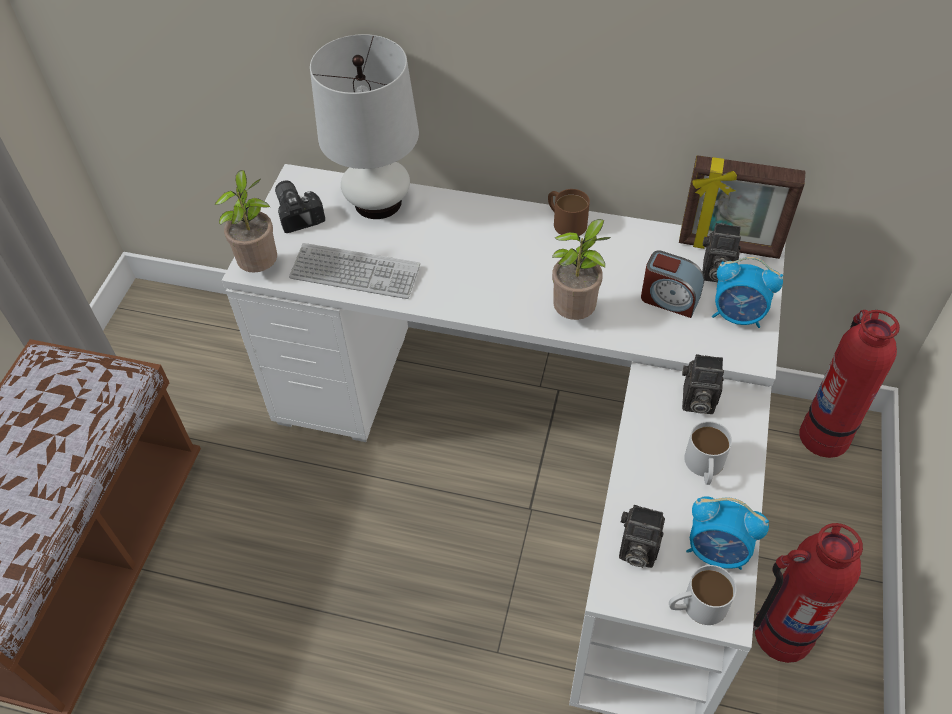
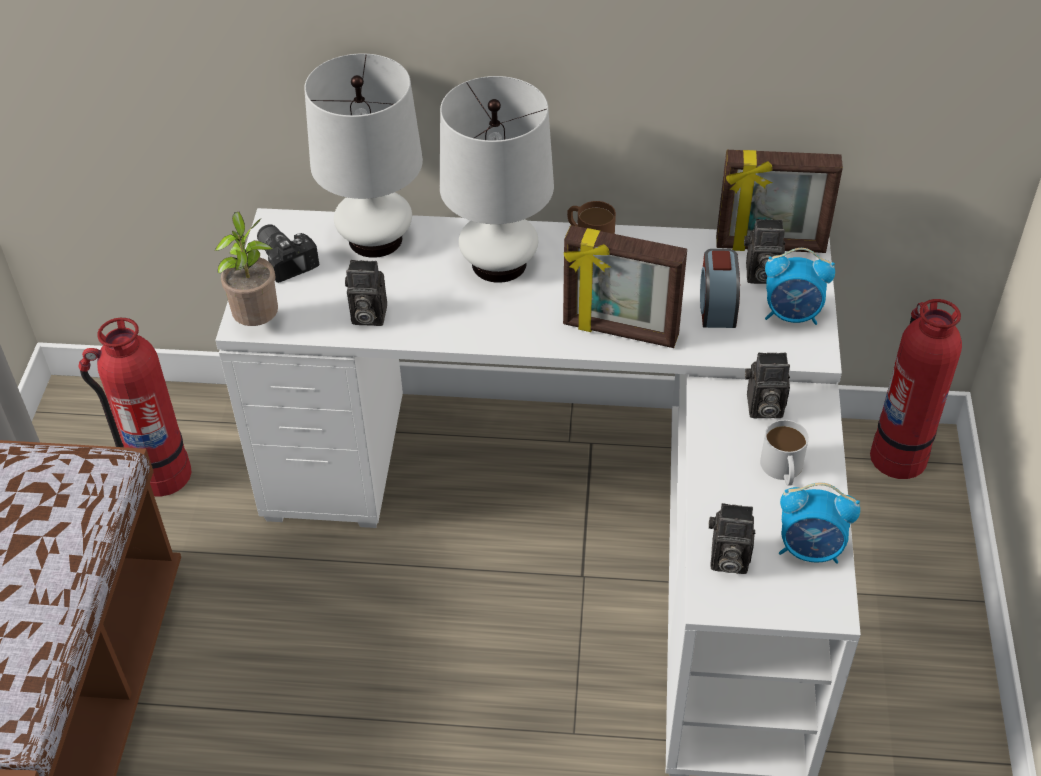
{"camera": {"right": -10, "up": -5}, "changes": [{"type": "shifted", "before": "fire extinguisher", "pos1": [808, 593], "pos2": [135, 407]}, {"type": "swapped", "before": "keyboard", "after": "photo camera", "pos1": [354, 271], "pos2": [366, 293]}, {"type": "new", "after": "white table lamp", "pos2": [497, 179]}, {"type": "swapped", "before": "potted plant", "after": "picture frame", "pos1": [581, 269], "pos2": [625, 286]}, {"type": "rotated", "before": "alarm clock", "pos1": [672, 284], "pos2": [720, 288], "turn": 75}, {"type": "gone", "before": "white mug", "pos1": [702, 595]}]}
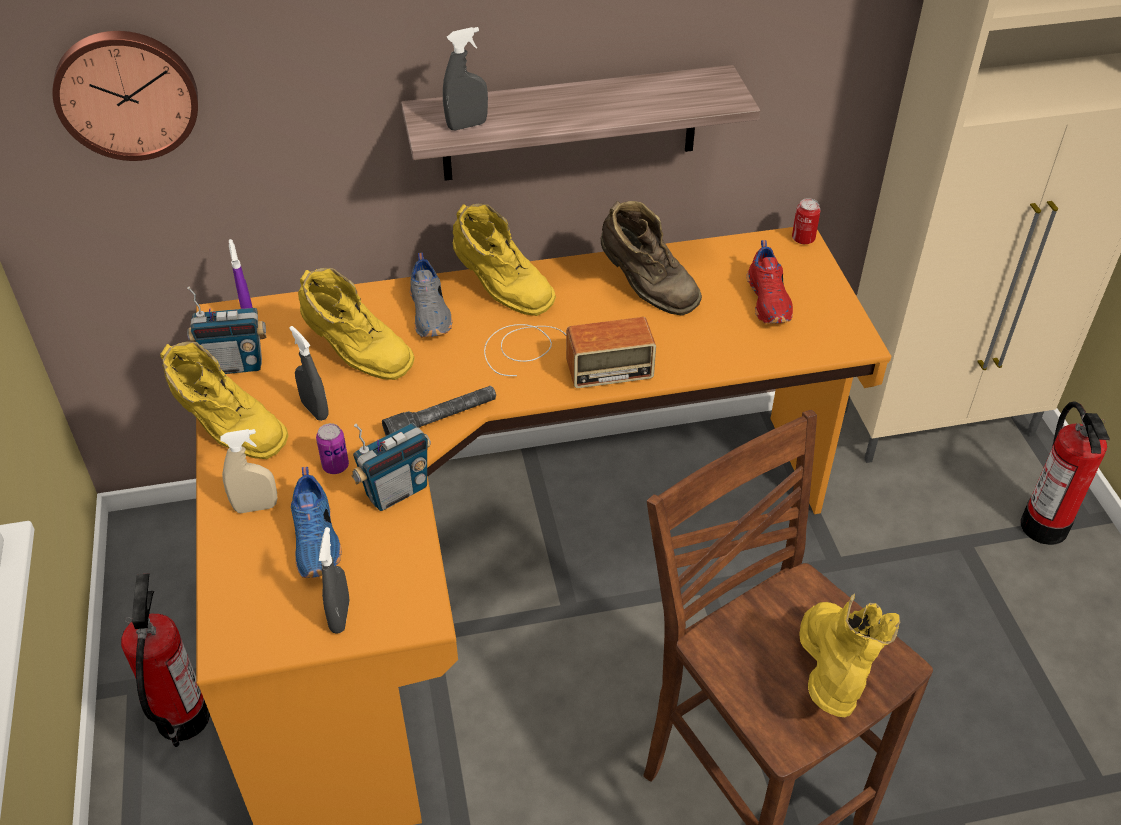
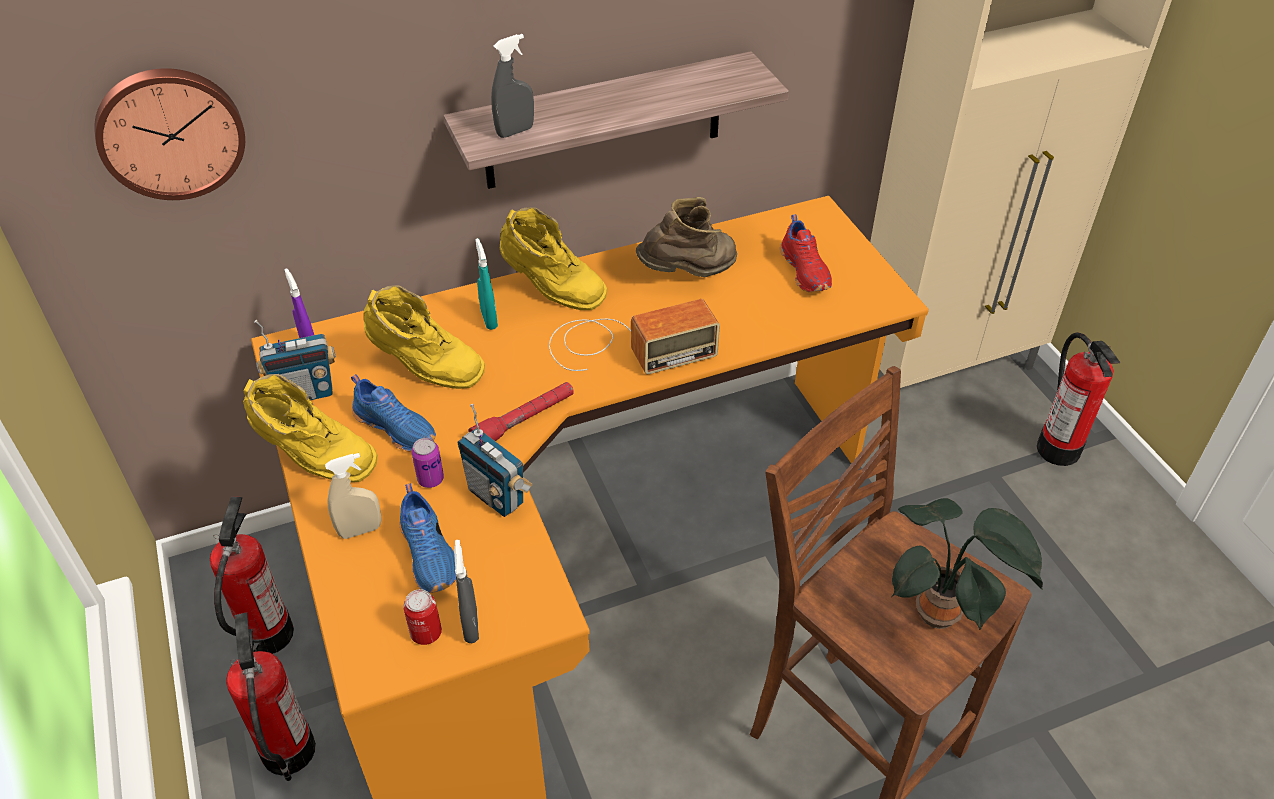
{"camera": {"right": -10, "up": 0}, "changes": [{"type": "new", "after": "fire extinguisher", "pos2": [252, 575]}, {"type": "swapped", "before": "grey spray bottle", "after": "blue shoe", "pos1": [309, 373], "pos2": [393, 413]}, {"type": "shifted", "before": "can", "pos1": [806, 221], "pos2": [422, 617]}, {"type": "rotated", "before": "radio", "pos1": [391, 467], "pos2": [495, 460], "turn": 90}, {"type": "repainted", "before": "grey flashlight", "after": "red flashlight", "pos1": [439, 411], "pos2": [521, 411]}, {"type": "swapped", "before": "grey shoe", "after": "turquoise spray bottle", "pos1": [431, 295], "pos2": [486, 284]}, {"type": "rotated", "before": "brown boot", "pos1": [651, 258], "pos2": [686, 237], "turn": -60}, {"type": "swapped", "before": "yellow boot", "after": "potted plant", "pos1": [849, 655], "pos2": [967, 564]}]}
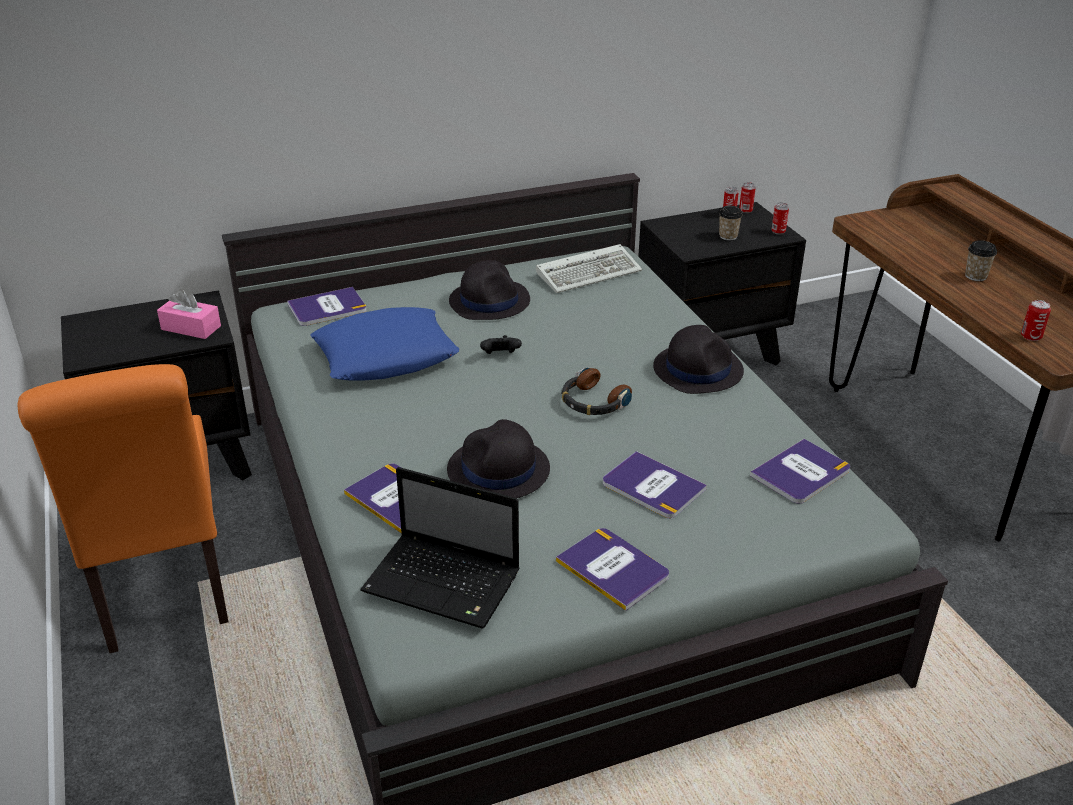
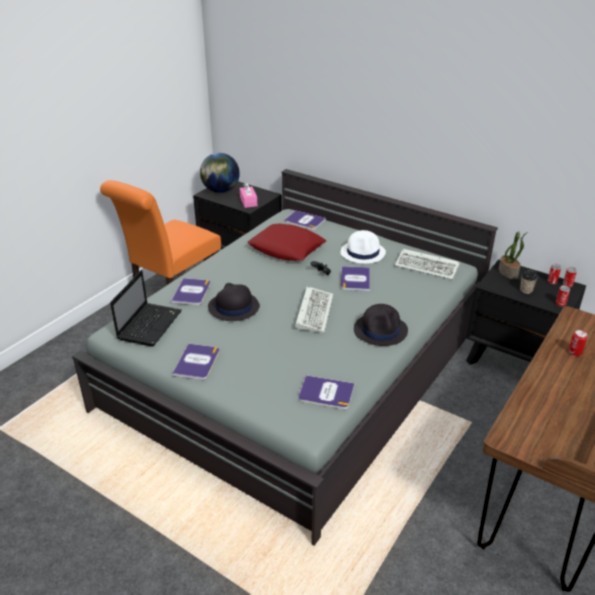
{"camera": {"right": 55, "up": 0}, "changes": [{"type": "rotated", "before": "laptop", "pos1": [440, 548], "pos2": [146, 308], "turn": -150}, {"type": "new", "after": "globe", "pos2": [220, 173]}, {"type": "repainted", "before": "blue pillow", "after": "red pillow", "pos1": [385, 344], "pos2": [286, 242]}, {"type": "swapped", "before": "headphones", "after": "keyboard", "pos1": [597, 391], "pos2": [314, 309]}, {"type": "repainted", "before": "black hat", "after": "white hat", "pos1": [489, 290], "pos2": [363, 247]}, {"type": "shifted", "before": "book", "pos1": [655, 484], "pos2": [355, 278]}, {"type": "new", "after": "potted plant", "pos2": [513, 255]}, {"type": "shifted", "before": "can", "pos1": [1036, 320], "pos2": [578, 343]}, {"type": "gone", "before": "cup", "pos1": [981, 260]}]}
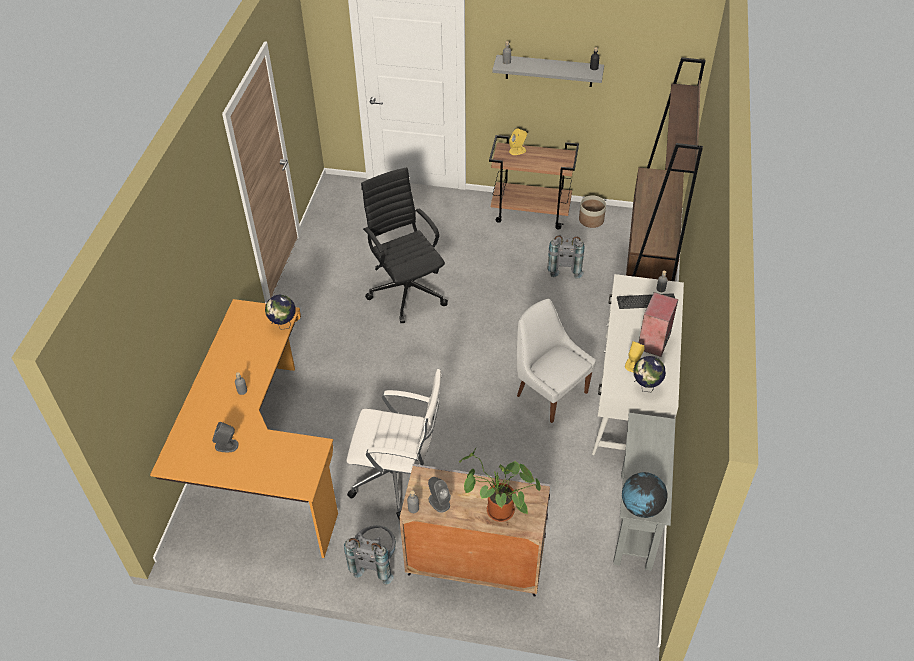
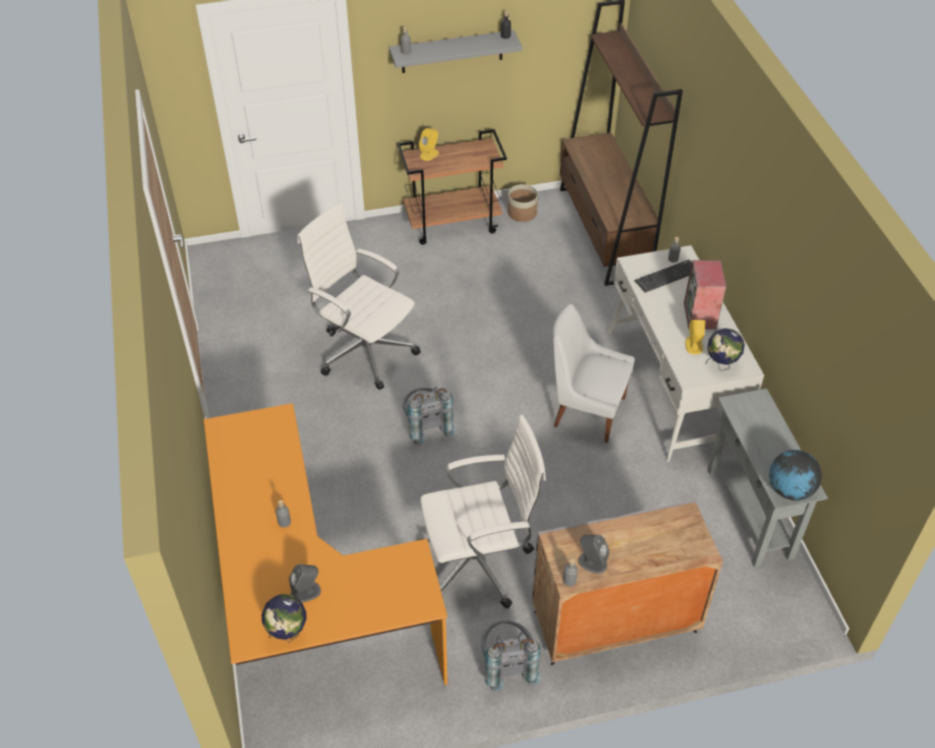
{"camera": {"right": -25, "up": 0}, "changes": [{"type": "shifted", "before": "globe", "pos1": [280, 312], "pos2": [284, 618]}, {"type": "repainted", "before": "black office chair", "after": "white office chair", "pos1": [404, 245], "pos2": [359, 296]}, {"type": "shifted", "before": "grey backpack", "pos1": [566, 257], "pos2": [429, 415]}, {"type": "gone", "before": "potted plant", "pos1": [500, 484]}]}
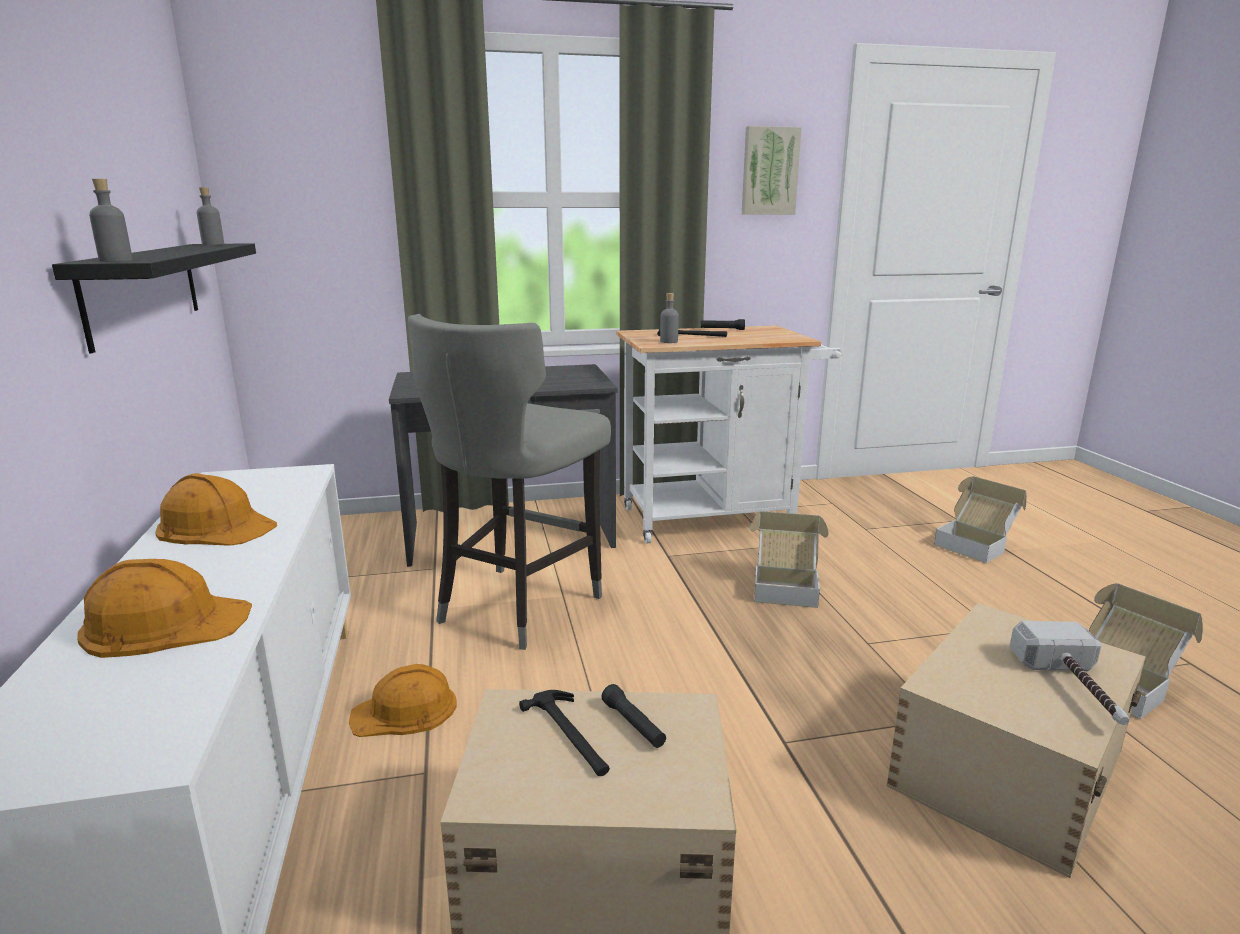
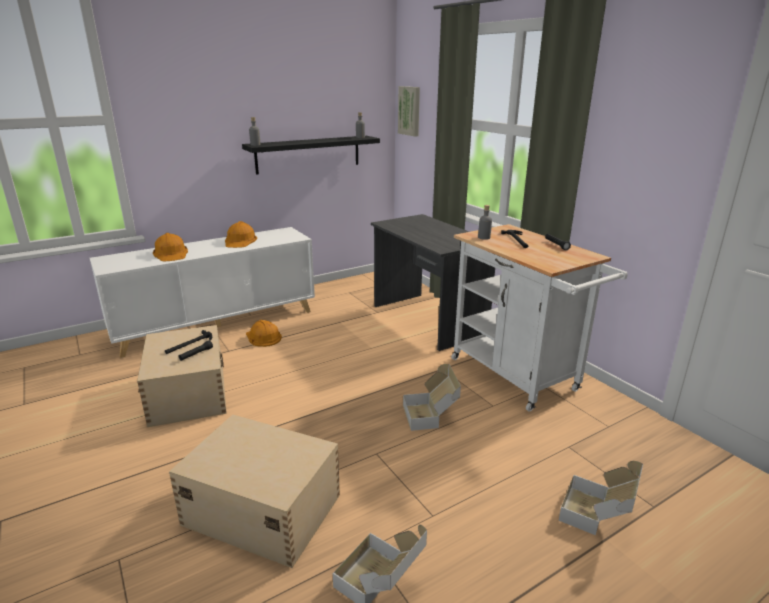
{"camera": {"right": 70, "up": 5}, "changes": [{"type": "shifted", "before": "picture", "pos1": [772, 170], "pos2": [409, 111]}, {"type": "gone", "before": "grey stool", "pos1": [509, 482]}, {"type": "gone", "before": "hammer", "pos1": [1069, 673]}]}
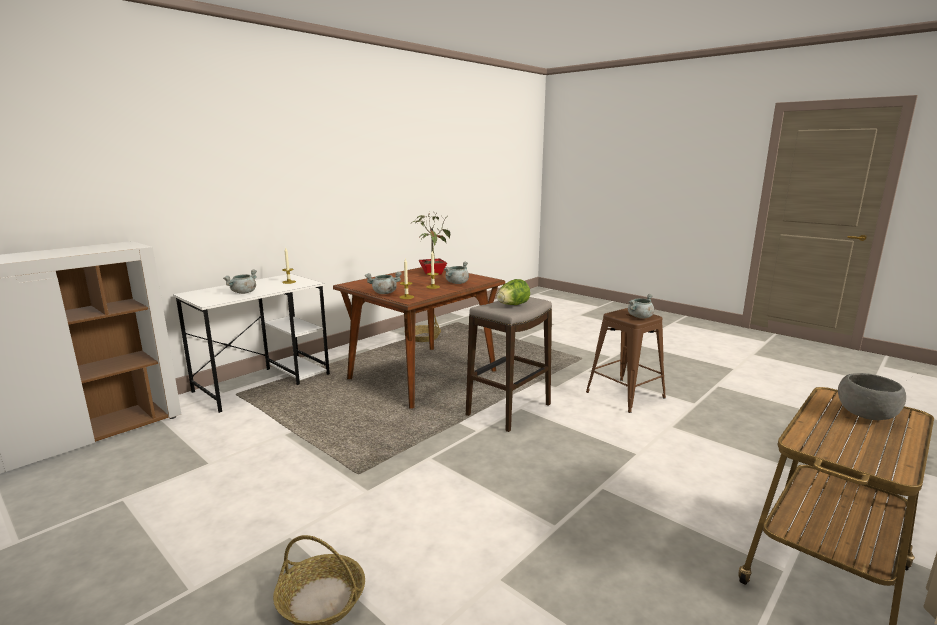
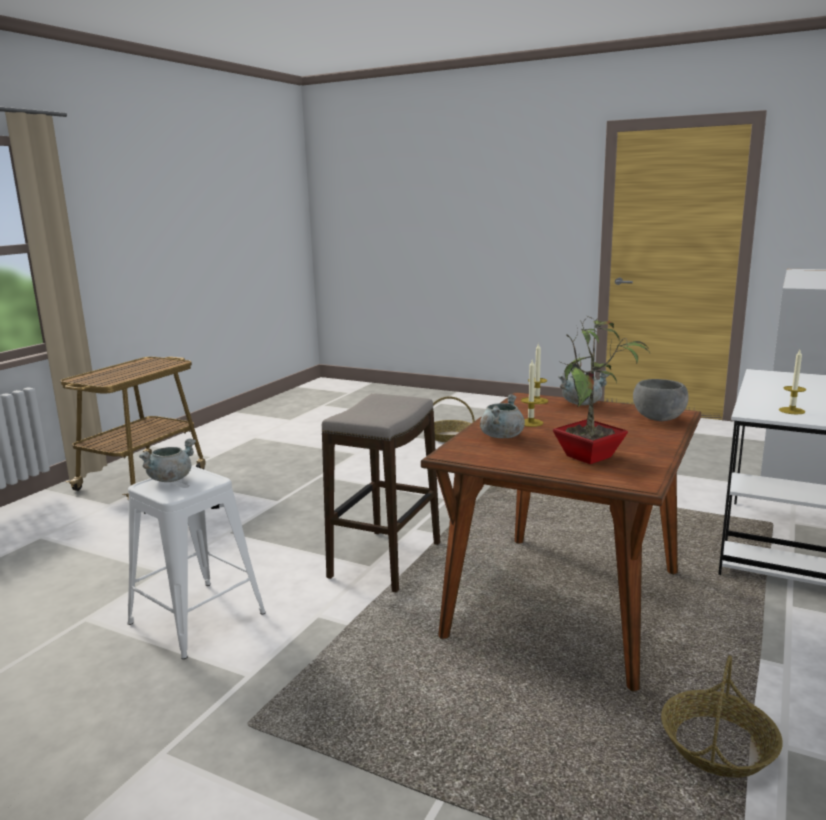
{"camera": {"right": 165, "up": 0}, "changes": [{"type": "repainted", "before": "brown stool", "after": "white stool", "pos1": [626, 360], "pos2": [196, 562]}, {"type": "shifted", "before": "grey bowl", "pos1": [872, 396], "pos2": [661, 400]}, {"type": "gone", "before": "grey cooking pot", "pos1": [240, 282]}, {"type": "gone", "before": "lettuce", "pos1": [513, 292]}]}
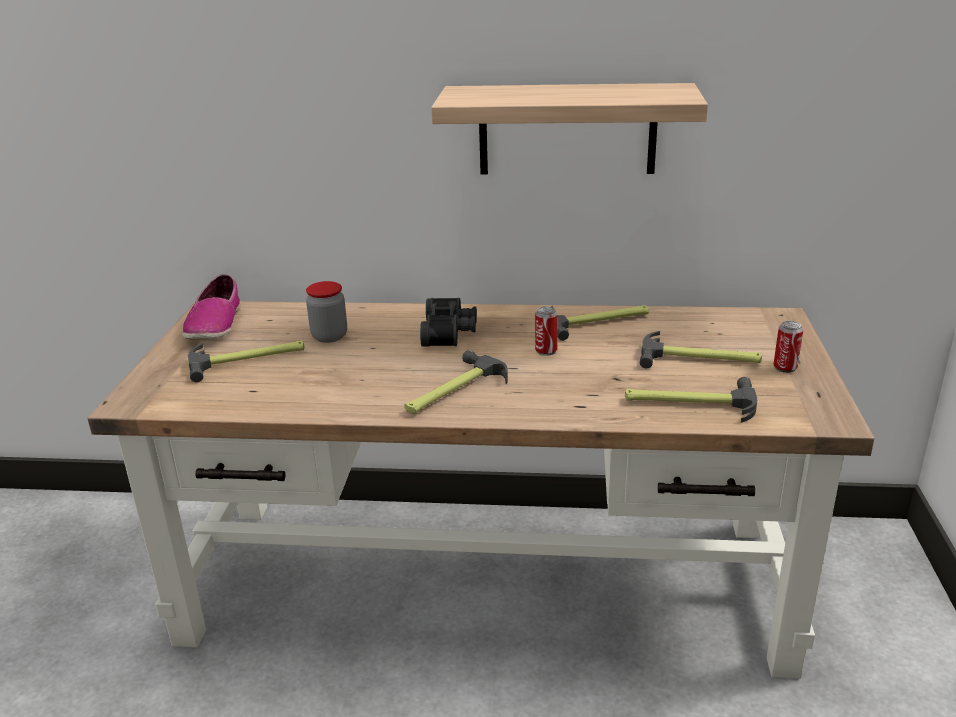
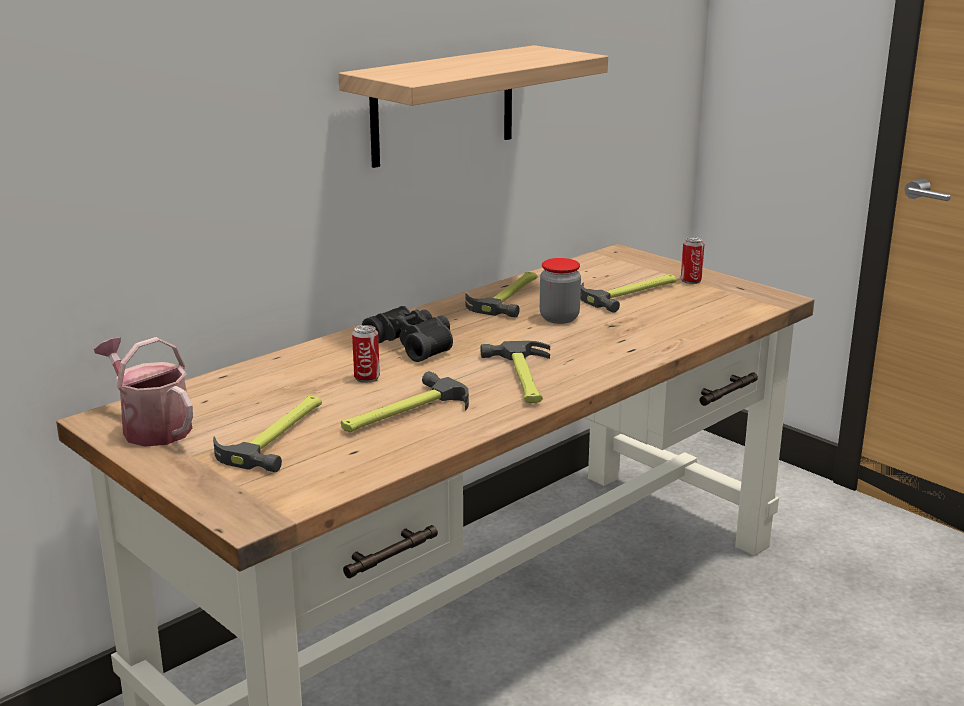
{"camera": {"right": -50, "up": -5}, "changes": [{"type": "swapped", "before": "shoe", "after": "watering can", "pos1": [211, 307], "pos2": [143, 392]}, {"type": "shifted", "before": "hammer", "pos1": [691, 399], "pos2": [405, 401]}, {"type": "shifted", "before": "can", "pos1": [546, 331], "pos2": [366, 354]}, {"type": "shifted", "before": "jar", "pos1": [326, 312], "pos2": [560, 291]}]}
